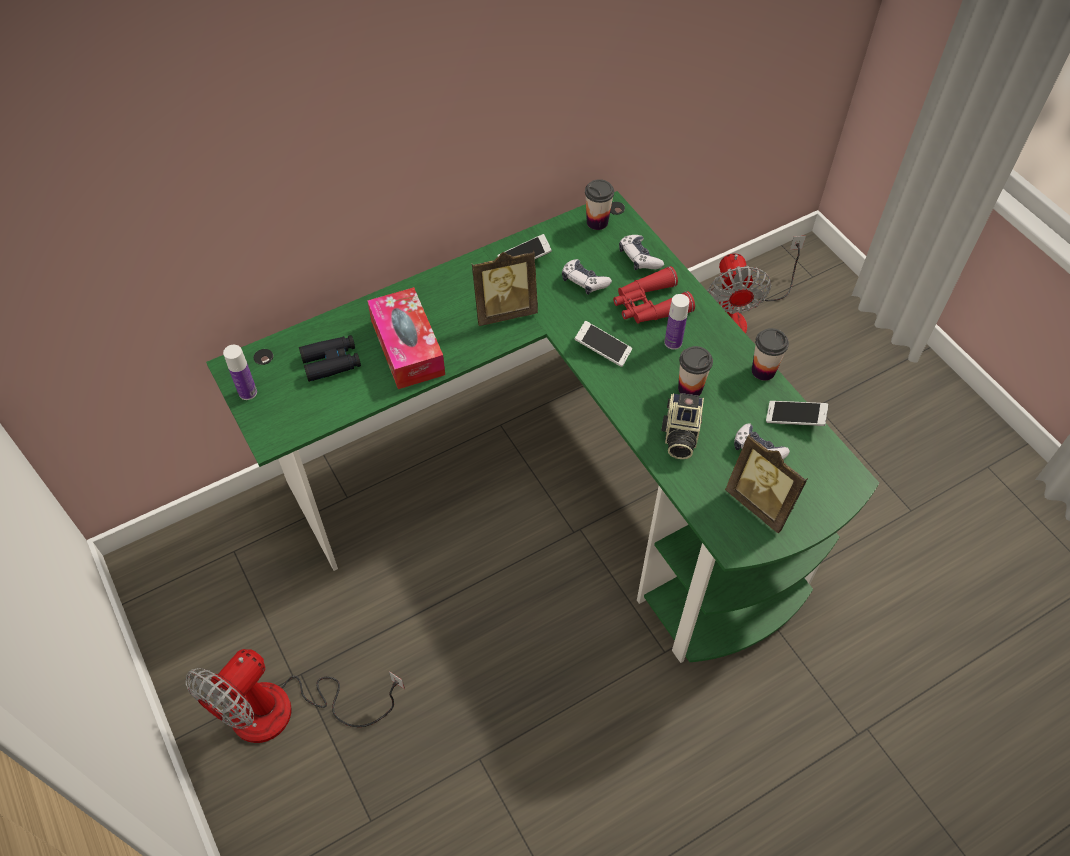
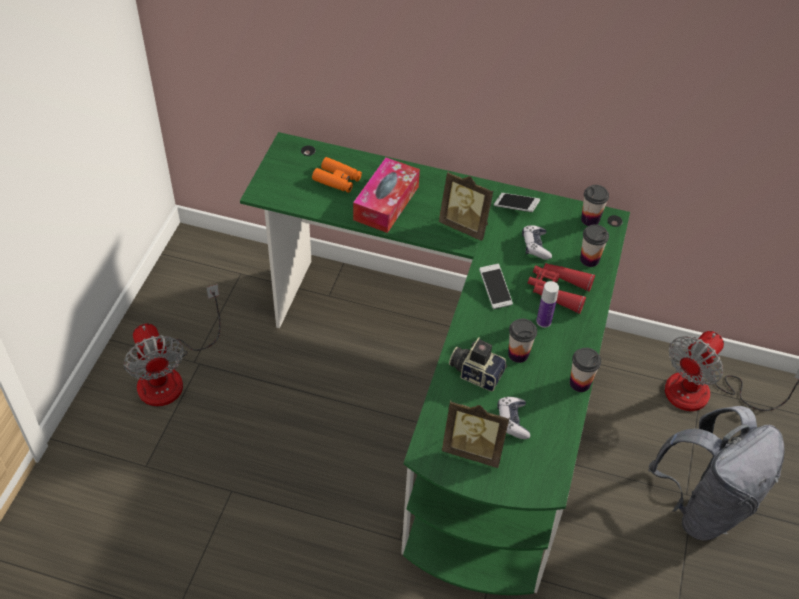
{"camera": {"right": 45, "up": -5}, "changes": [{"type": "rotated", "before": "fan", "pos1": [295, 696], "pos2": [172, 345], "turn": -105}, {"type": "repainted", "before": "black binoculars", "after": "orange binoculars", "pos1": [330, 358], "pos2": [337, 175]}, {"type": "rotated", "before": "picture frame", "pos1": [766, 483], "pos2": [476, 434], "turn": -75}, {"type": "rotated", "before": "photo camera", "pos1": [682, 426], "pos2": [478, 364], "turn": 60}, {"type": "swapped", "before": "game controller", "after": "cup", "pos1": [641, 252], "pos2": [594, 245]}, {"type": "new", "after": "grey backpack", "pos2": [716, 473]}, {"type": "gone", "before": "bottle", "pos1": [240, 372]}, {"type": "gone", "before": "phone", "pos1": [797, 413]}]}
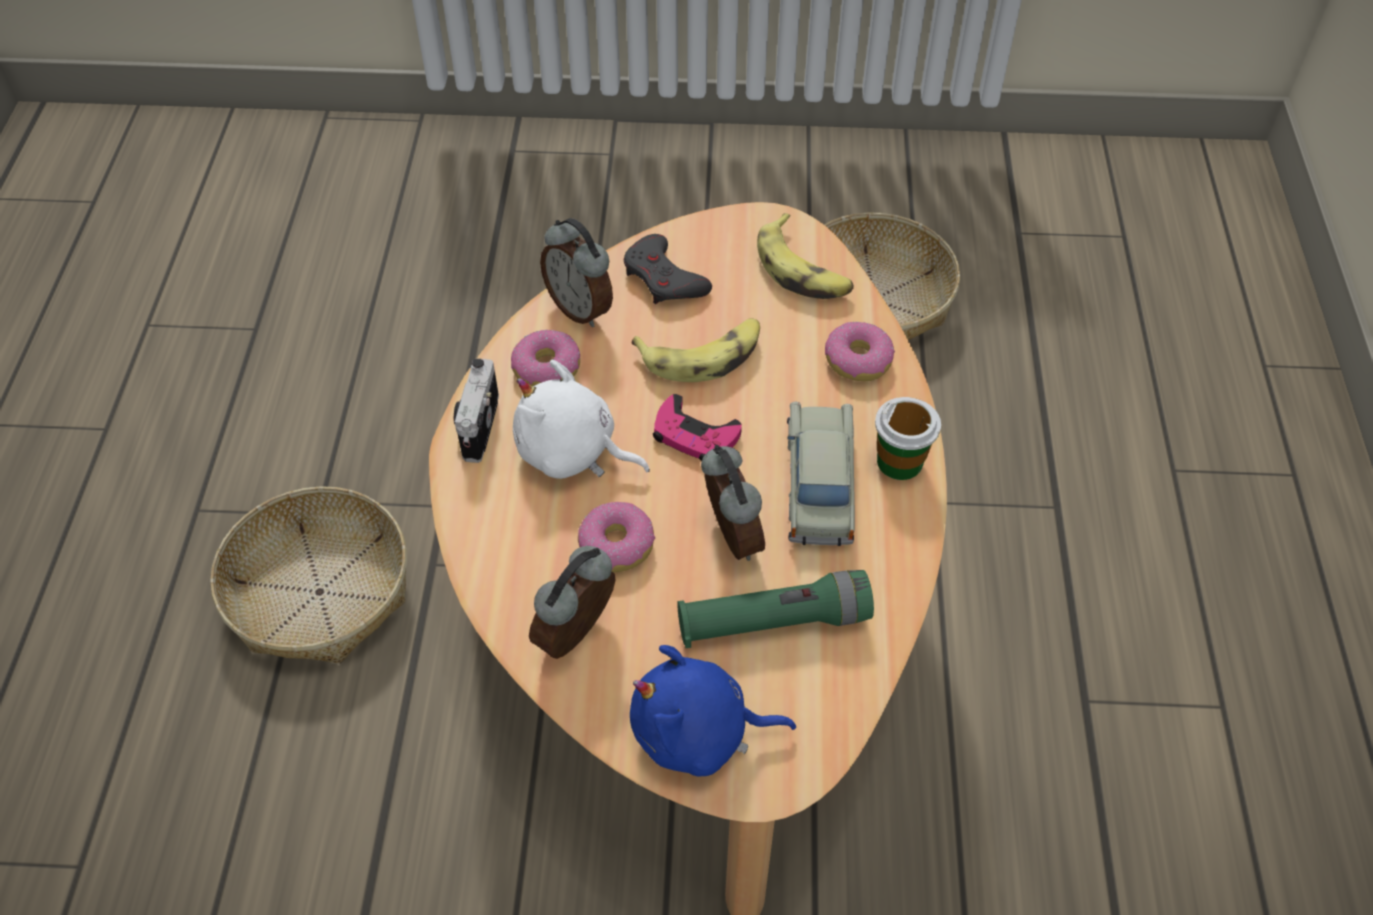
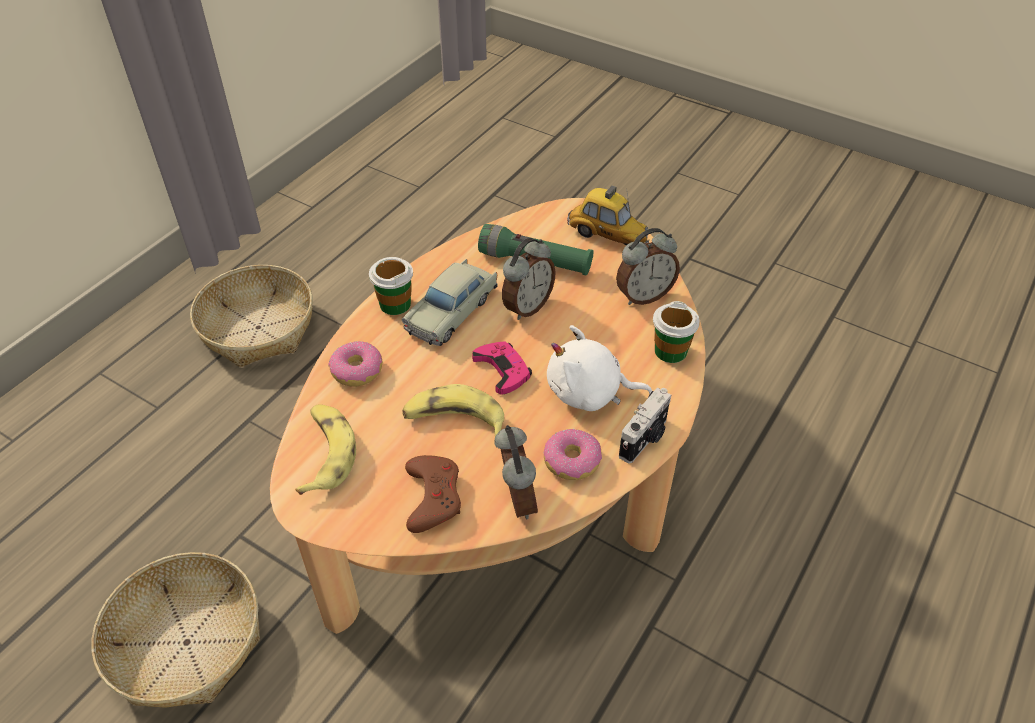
{"camera": {"right": -150, "up": -5}, "changes": [{"type": "shifted", "before": "basket", "pos1": [308, 574], "pos2": [251, 316]}, {"type": "repainted", "before": "grey game controller", "after": "brown game controller", "pos1": [668, 269], "pos2": [433, 494]}, {"type": "rotated", "before": "alarm clock", "pos1": [733, 503], "pos2": [529, 279], "turn": -150}, {"type": "rotated", "before": "white plush toy", "pos1": [581, 419], "pos2": [599, 368], "turn": 135}, {"type": "swapped", "before": "blue plush toy", "after": "toy car", "pos1": [713, 711], "pos2": [608, 215]}, {"type": "new", "after": "cup", "pos2": [676, 332]}, {"type": "gone", "before": "donut", "pos1": [616, 537]}]}
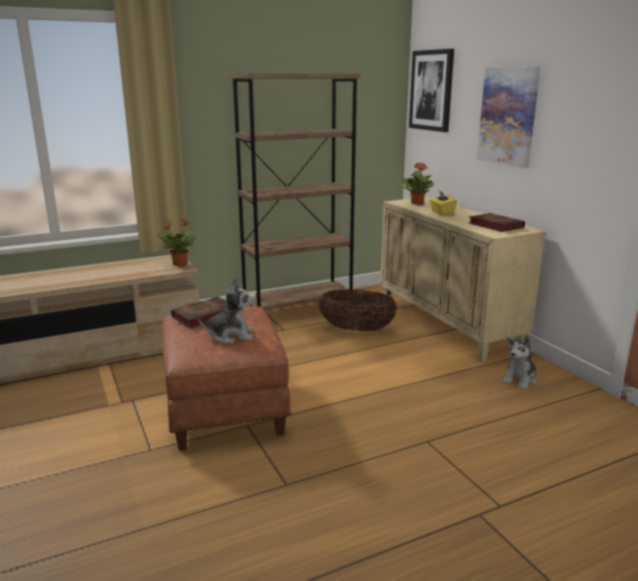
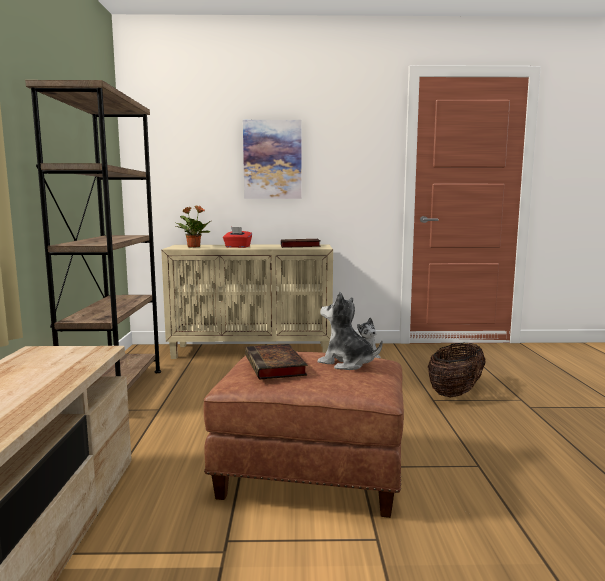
{"camera": {"right": -65, "up": -10}, "changes": [{"type": "repainted", "before": "yellow tissue box", "after": "red tissue box", "pos1": [443, 203], "pos2": [237, 237]}, {"type": "rotated", "before": "plush toy", "pos1": [227, 310], "pos2": [350, 331], "turn": -75}, {"type": "shifted", "before": "basket", "pos1": [358, 310], "pos2": [457, 370]}, {"type": "gone", "before": "potted plant", "pos1": [177, 242]}, {"type": "gone", "before": "picture", "pos1": [431, 90]}]}
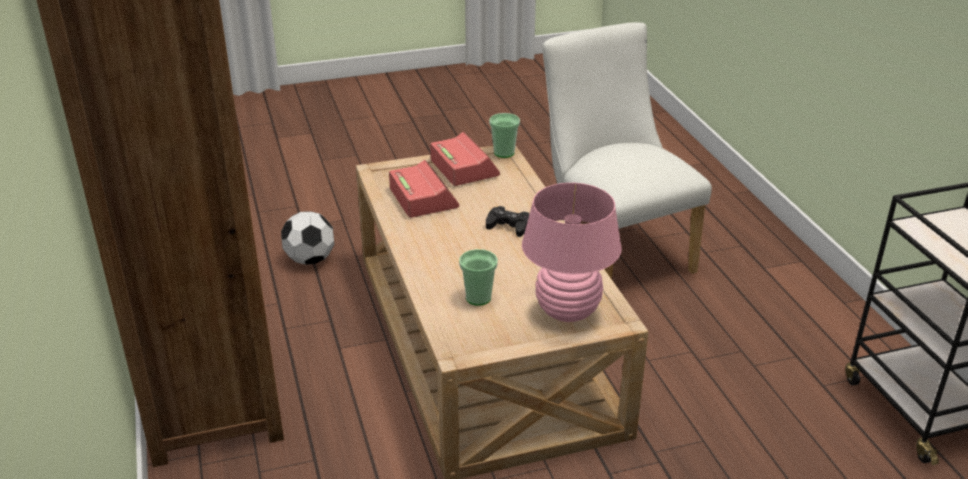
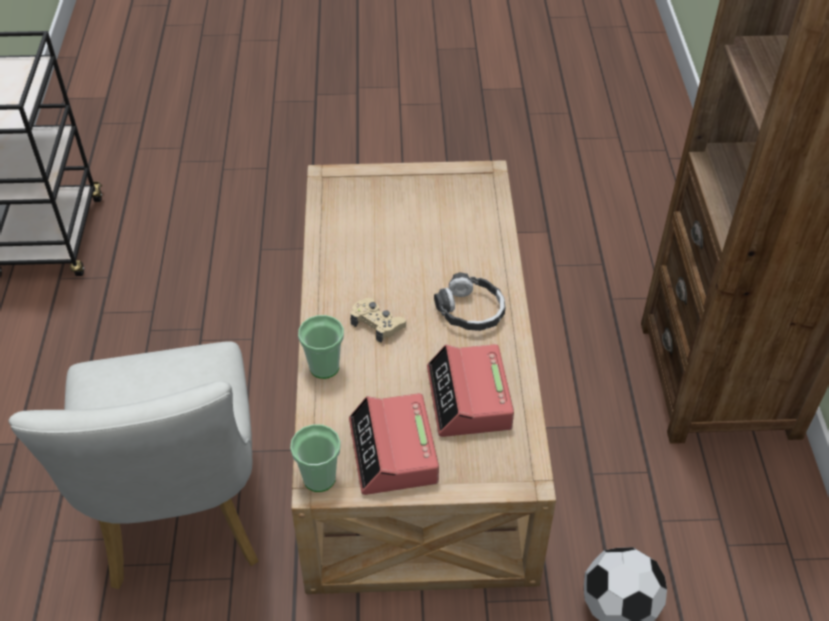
{"camera": {"right": -165, "up": 15}, "changes": [{"type": "shifted", "before": "cup", "pos1": [478, 277], "pos2": [321, 347]}, {"type": "repainted", "before": "black game controller", "after": "beige game controller", "pos1": [507, 221], "pos2": [378, 320]}, {"type": "new", "after": "headphones", "pos2": [470, 301]}, {"type": "gone", "before": "pink table lamp", "pos1": [572, 252]}]}
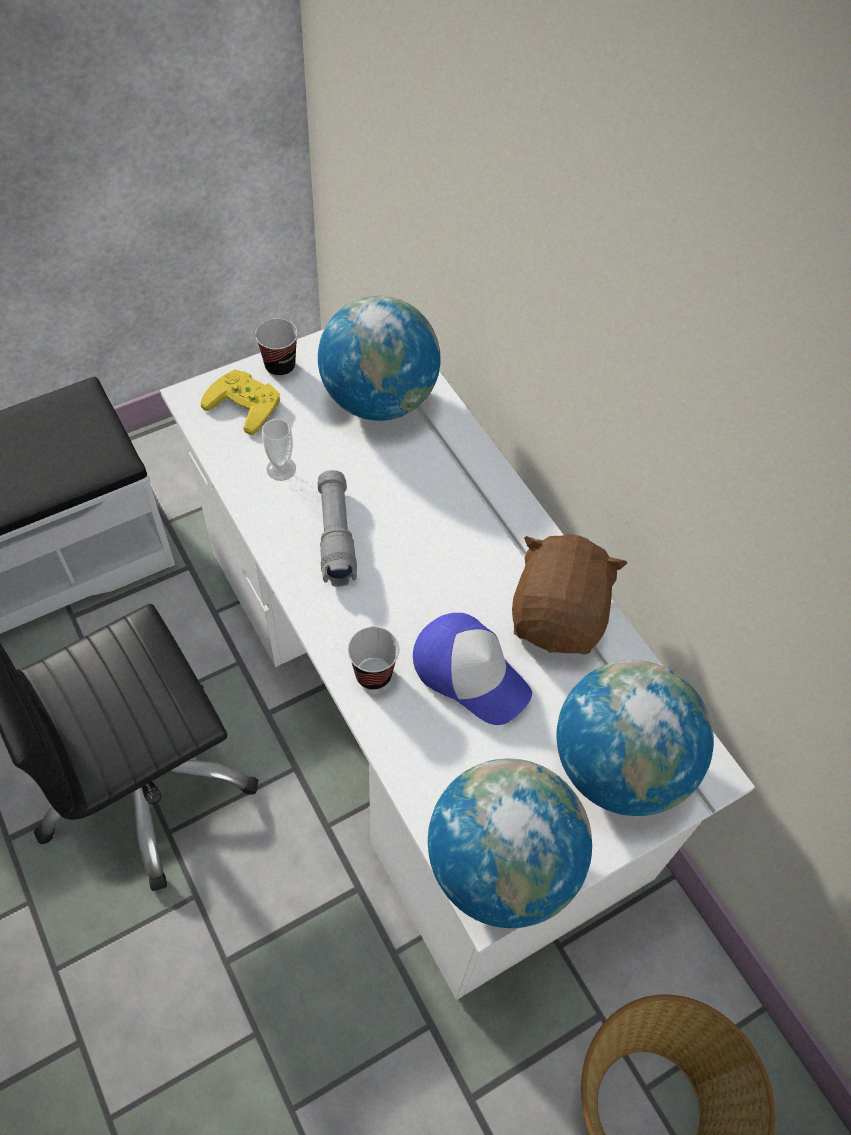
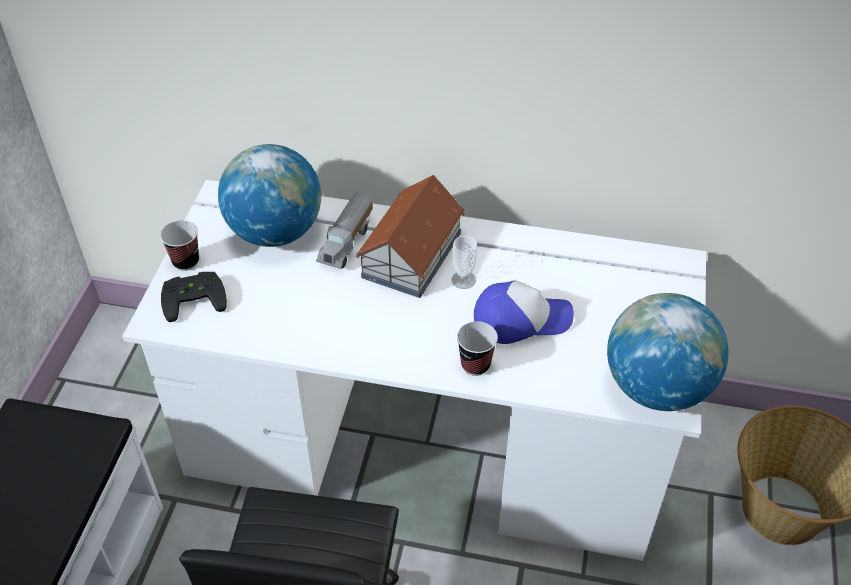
{"camera": {"right": -45, "up": -10}, "changes": [{"type": "repainted", "before": "yellow game controller", "after": "black game controller", "pos1": [240, 402], "pos2": [194, 297]}, {"type": "new", "after": "toy truck", "pos2": [344, 230]}, {"type": "new", "after": "toy house", "pos2": [410, 236]}, {"type": "shifted", "before": "cup", "pos1": [279, 450], "pos2": [464, 262]}, {"type": "gone", "before": "grey flashlight", "pos1": [337, 528]}, {"type": "gone", "before": "brown plush toy", "pos1": [569, 594]}, {"type": "gone", "before": "globe", "pos1": [635, 738]}]}
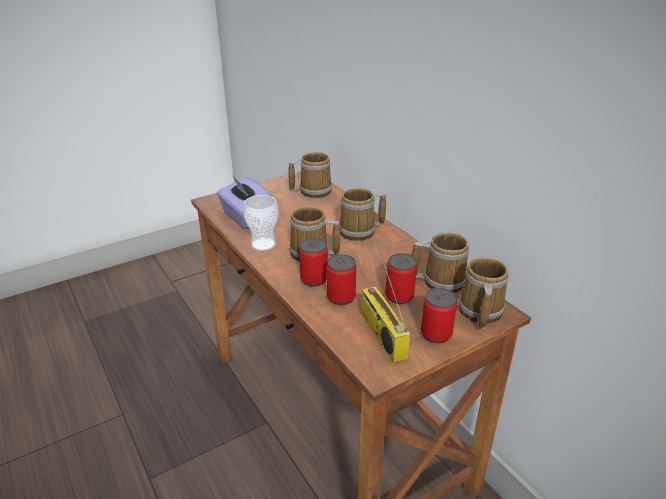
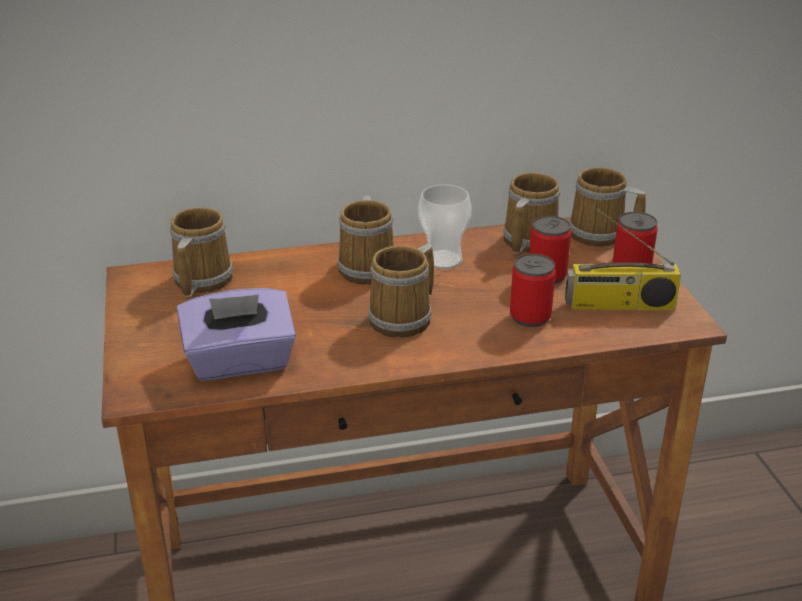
{"camera": {"right": -70, "up": 0}, "changes": [{"type": "shifted", "before": "cup", "pos1": [261, 223], "pos2": [444, 226]}, {"type": "gone", "before": "can", "pos1": [313, 262]}]}
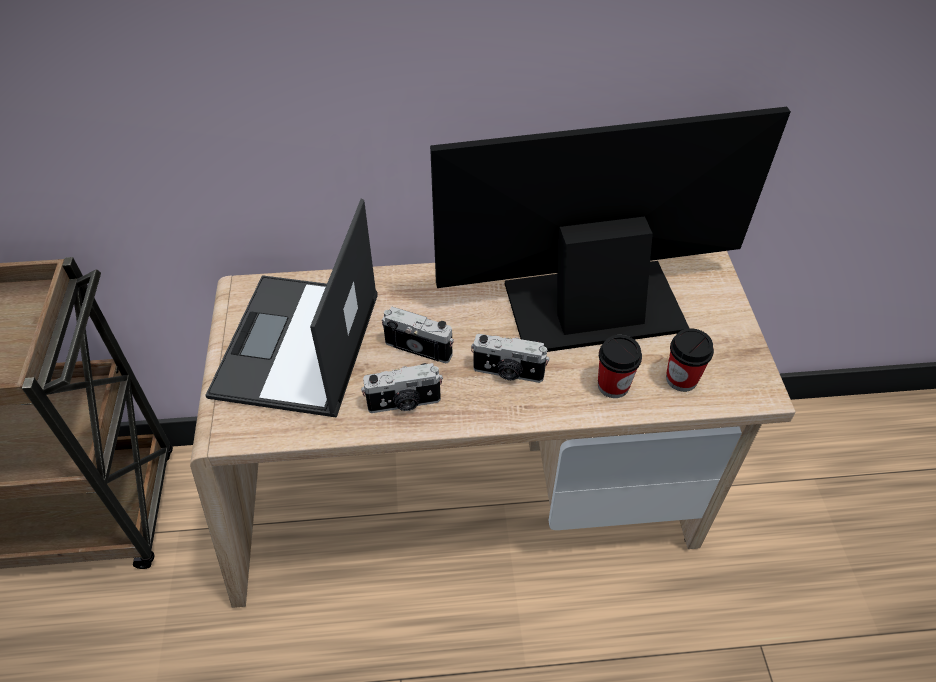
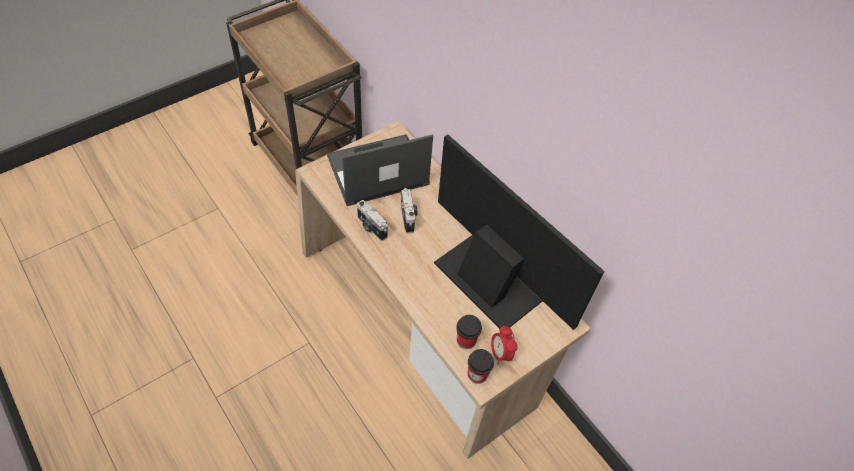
{"camera": {"right": 55, "up": 5}, "changes": [{"type": "shifted", "before": "cup", "pos1": [620, 366], "pos2": [481, 366]}, {"type": "new", "after": "alarm clock", "pos2": [504, 345]}, {"type": "gone", "before": "photo camera", "pos1": [510, 358]}]}
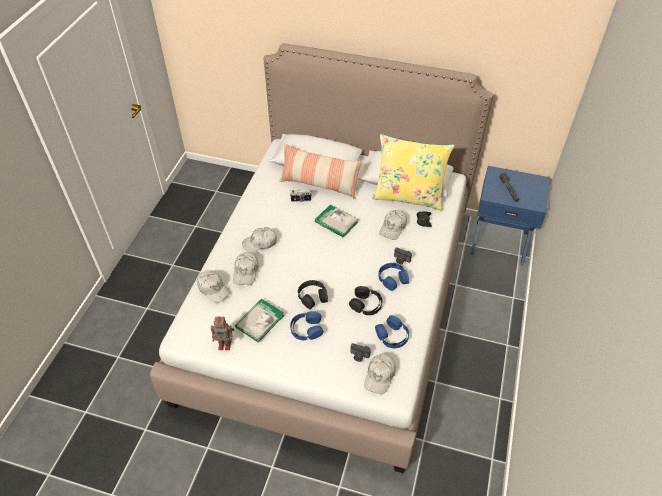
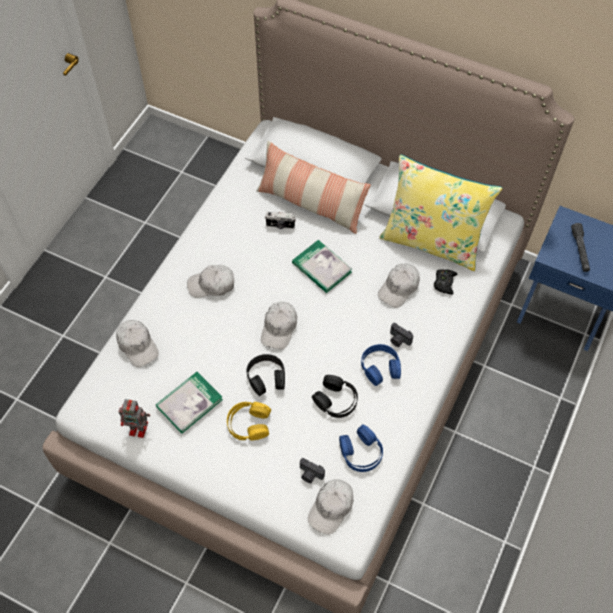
{"camera": {"right": 10, "up": 10}, "changes": [{"type": "repainted", "before": "blue headphones", "after": "yellow headphones", "pos1": [307, 325], "pos2": [249, 421]}, {"type": "shifted", "before": "white cap", "pos1": [246, 268], "pos2": [279, 325]}]}
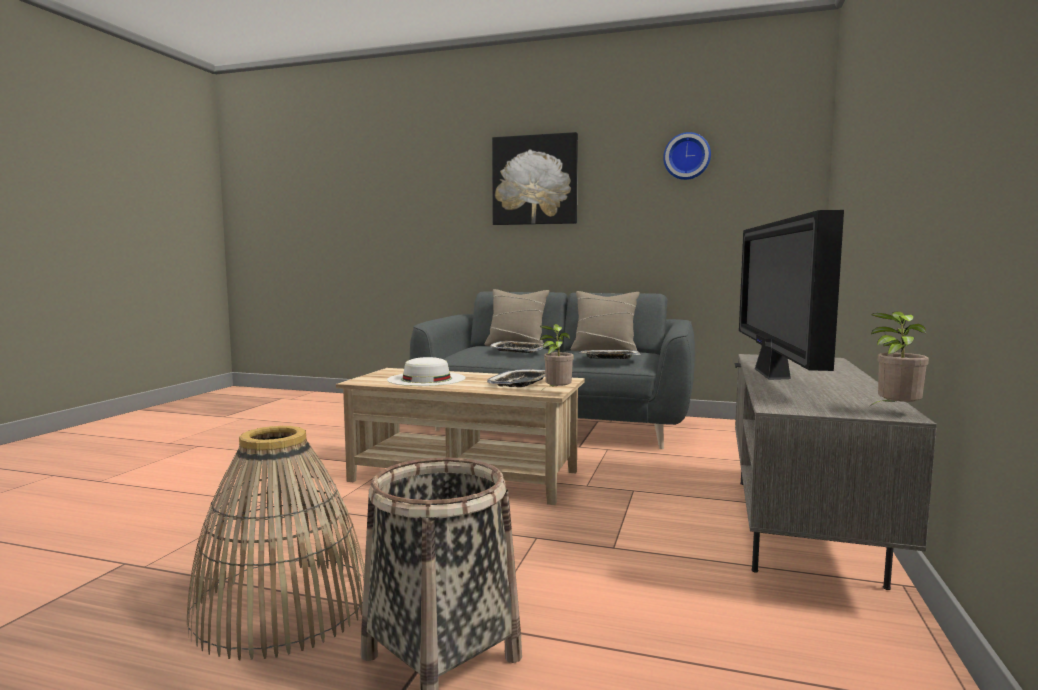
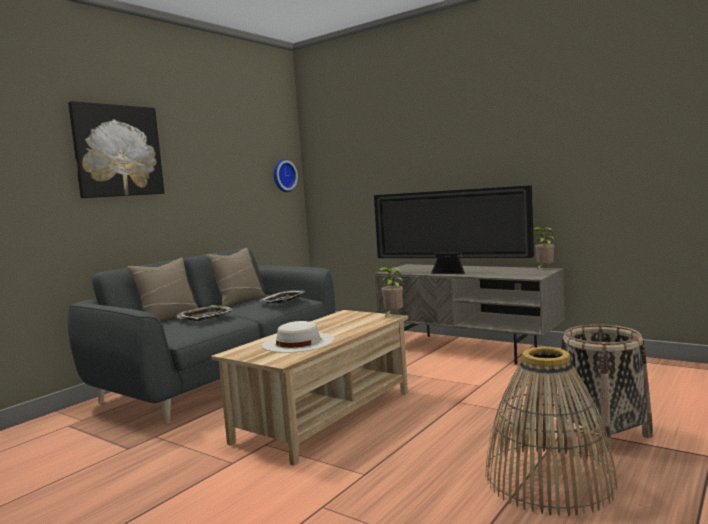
{"camera": {"right": -70, "up": 0}, "changes": [{"type": "shifted", "before": "wall clock", "pos1": [687, 156], "pos2": [286, 175]}, {"type": "gone", "before": "tray", "pos1": [516, 378]}]}
